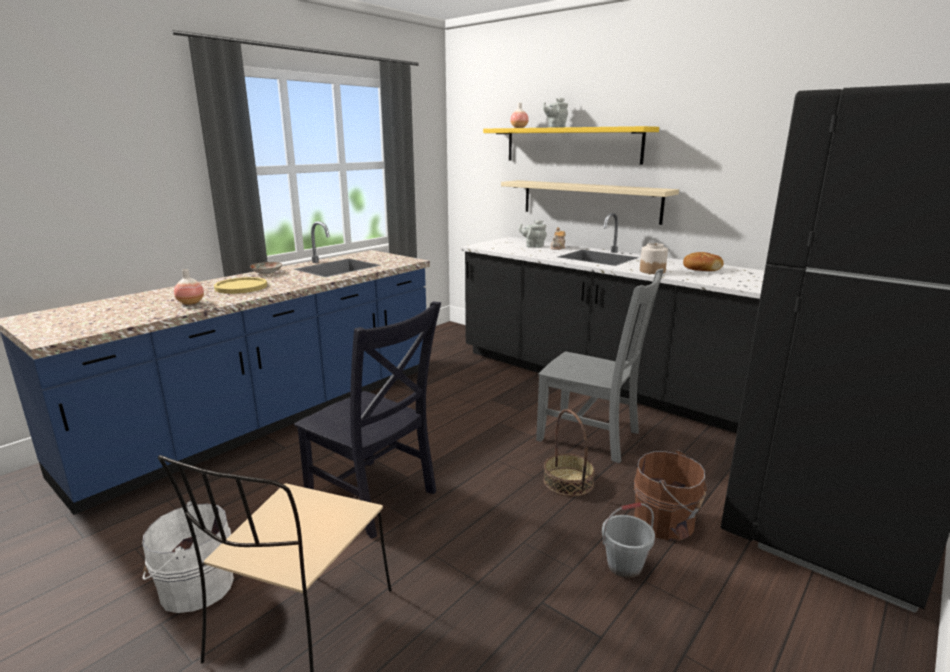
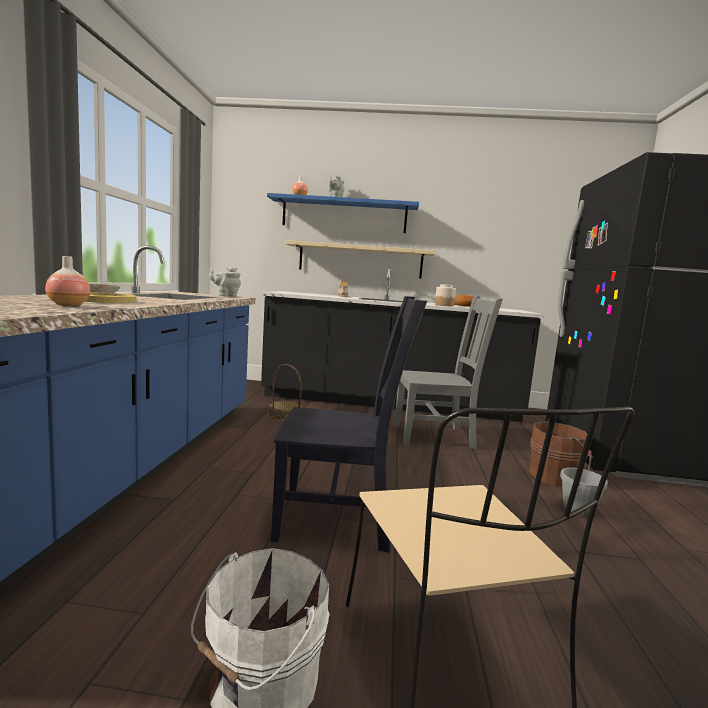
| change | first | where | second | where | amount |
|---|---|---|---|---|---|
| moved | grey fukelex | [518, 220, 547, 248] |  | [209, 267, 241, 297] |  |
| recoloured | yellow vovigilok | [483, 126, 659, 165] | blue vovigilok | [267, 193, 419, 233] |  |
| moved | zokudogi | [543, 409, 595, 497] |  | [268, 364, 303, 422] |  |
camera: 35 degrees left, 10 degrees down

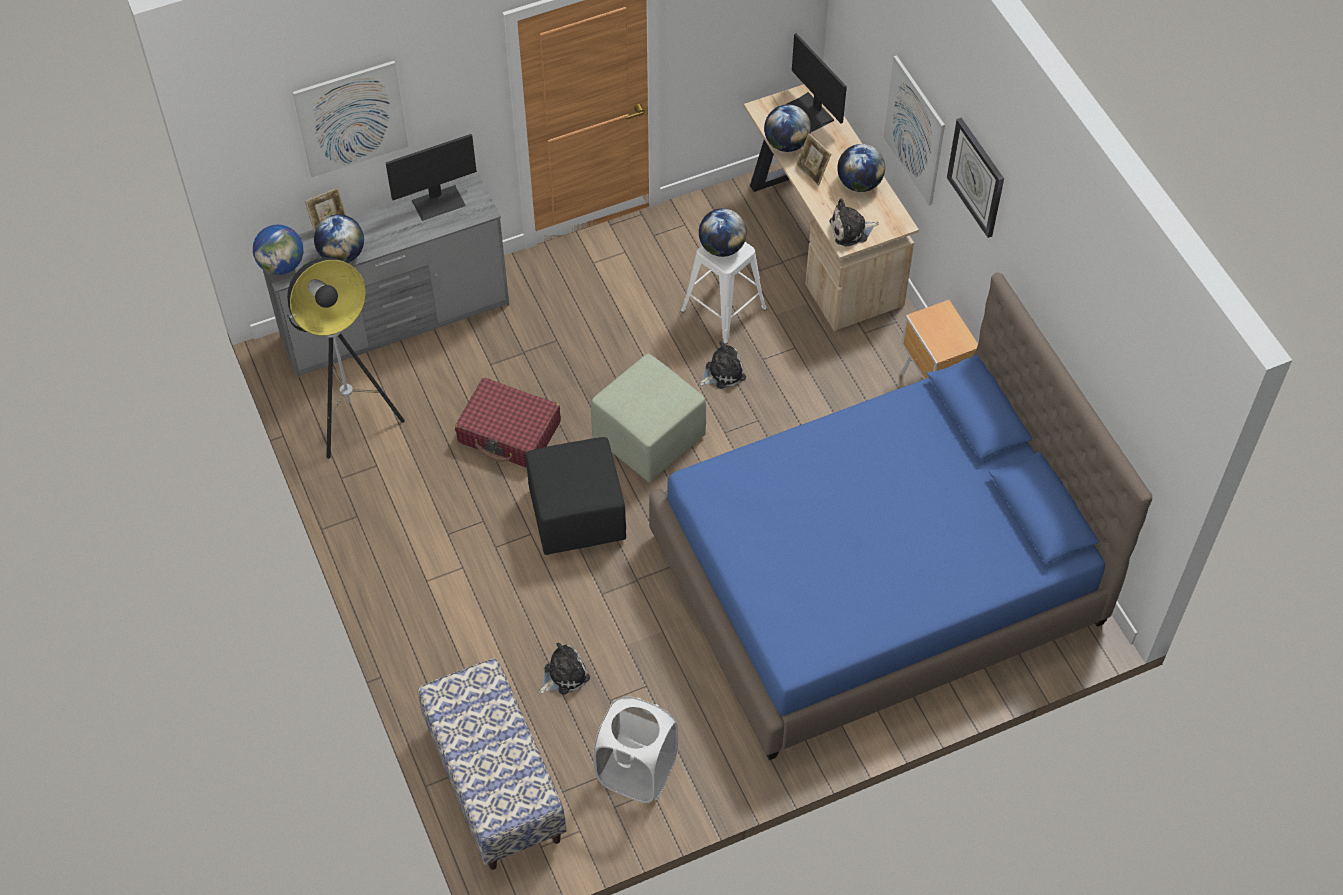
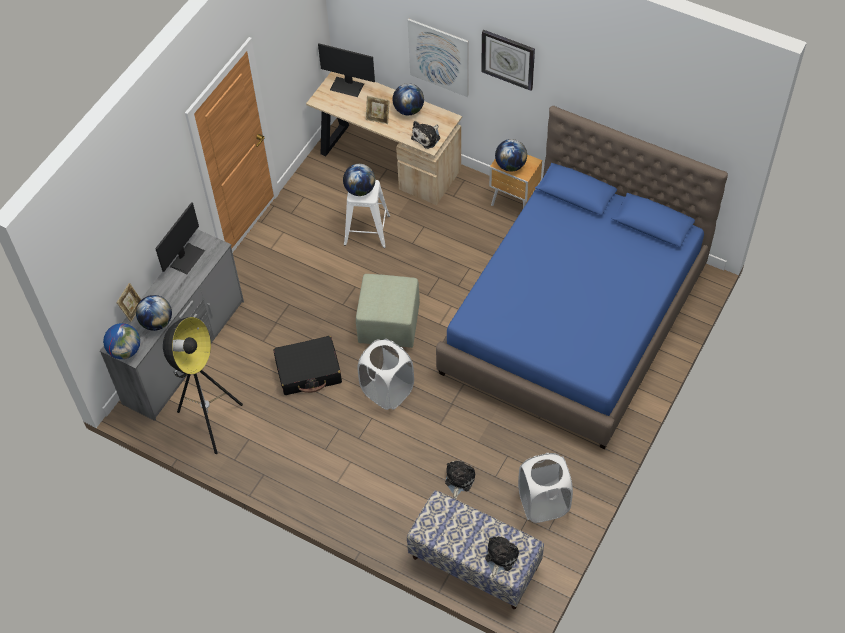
| change | first | where | second | where | amount |
|---|---|---|---|---|---|
| recoloured | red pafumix | [455, 377, 561, 468] | black pafumix | [274, 336, 342, 395] |  |
| replaced | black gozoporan | [526, 437, 626, 555] | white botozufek | [357, 339, 414, 410] |  |
| moved | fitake | [699, 341, 746, 389] |  | [485, 536, 519, 578] |  |
| moved | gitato | [764, 104, 811, 152] |  | [495, 139, 527, 172] |  |
| removed | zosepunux | [293, 61, 408, 177] |  |  |  |
camera: 35 degrees left, 0 degrees up

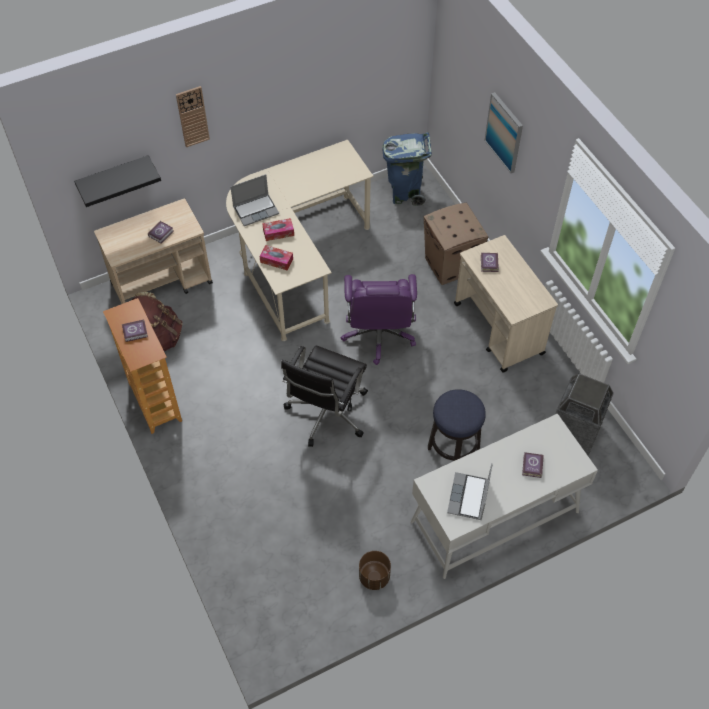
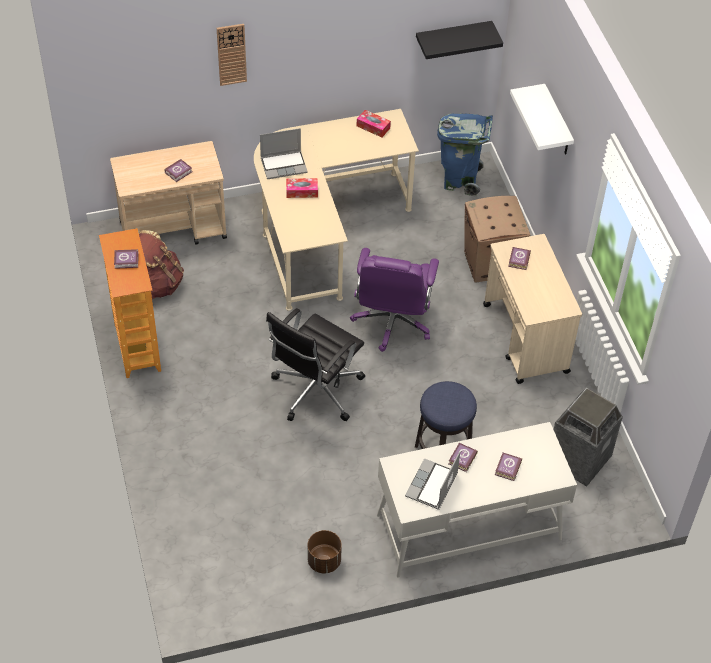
| change | first | where | second | where | amount |
|---|---|---|---|---|---|
| moved | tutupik | [260, 245, 293, 271] |  | [357, 110, 391, 137] |  |
| moved | black vovigilok | [74, 155, 161, 207] |  | [416, 21, 503, 59] |  |
| added |  |  | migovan | [448, 443, 478, 472] |  |
| replaced | zosepunux | [484, 92, 523, 173] | white vovigilok | [510, 84, 574, 155] |  |
camera: 10 degrees right, 5 degrees down

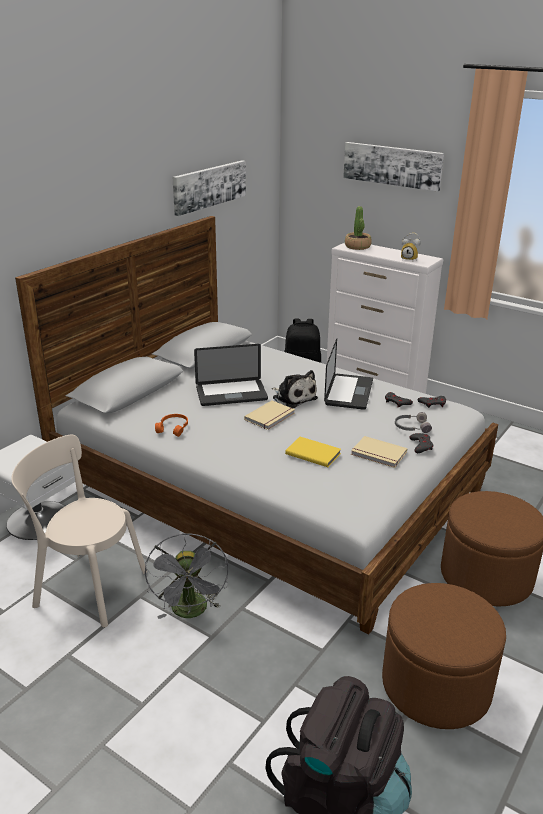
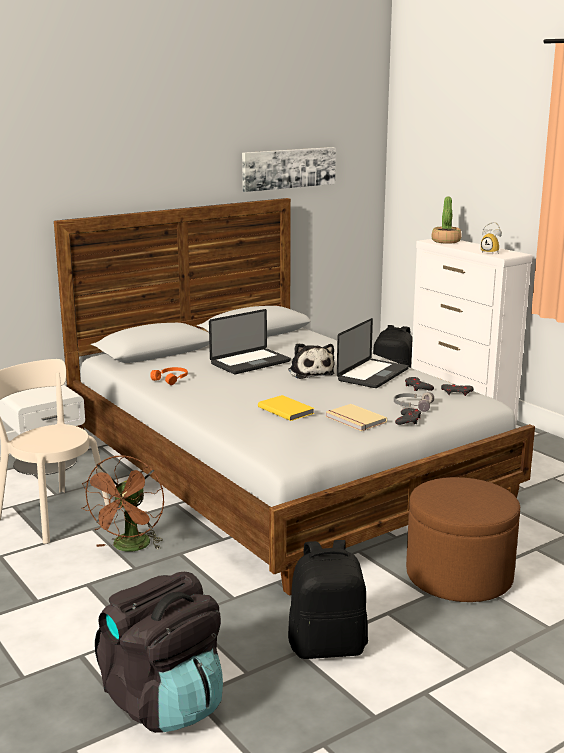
| change | first | where | second | where | amount |
|---|---|---|---|---|---|
| recoloured | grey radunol | [145, 534, 229, 619] | brown radunol | [82, 455, 164, 552] |  |
| turned | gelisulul | [194, 344, 268, 406] |  | [209, 309, 291, 374] | 45 degrees counterclockwise |
| replaced | brown gozoporan | [382, 583, 506, 729] | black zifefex | [288, 540, 368, 659] |  |
| removed | beige migovan | [244, 400, 295, 430] |  |  |  |
| removed | zosepunux | [343, 142, 444, 192] |  |  |  |
camera: 20 degrees right, 10 degrees down

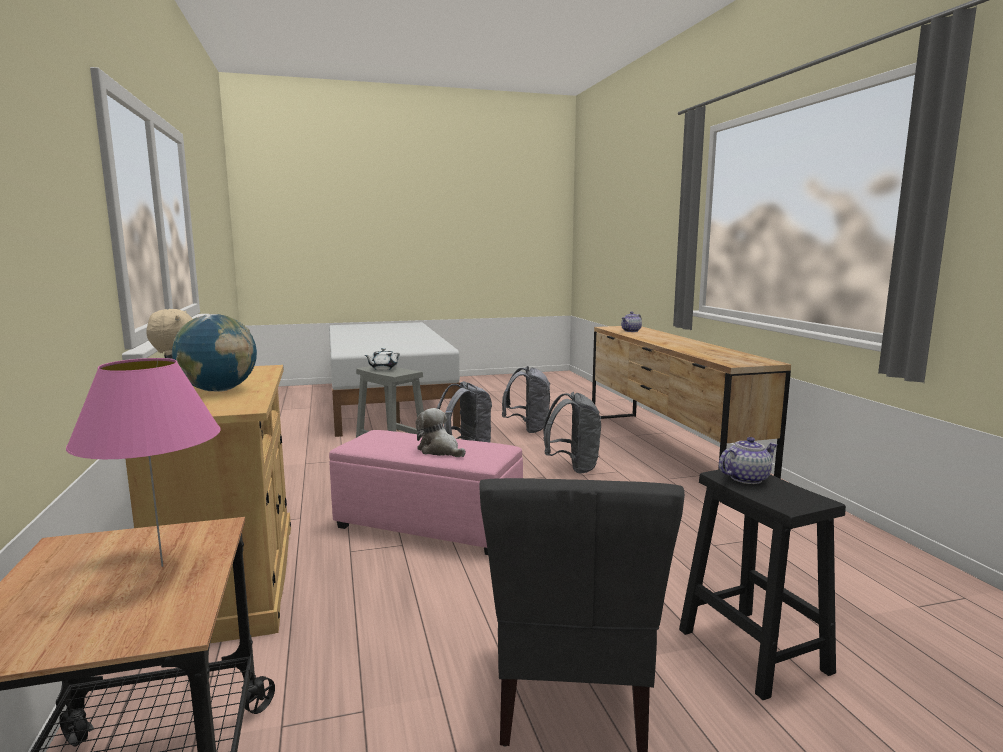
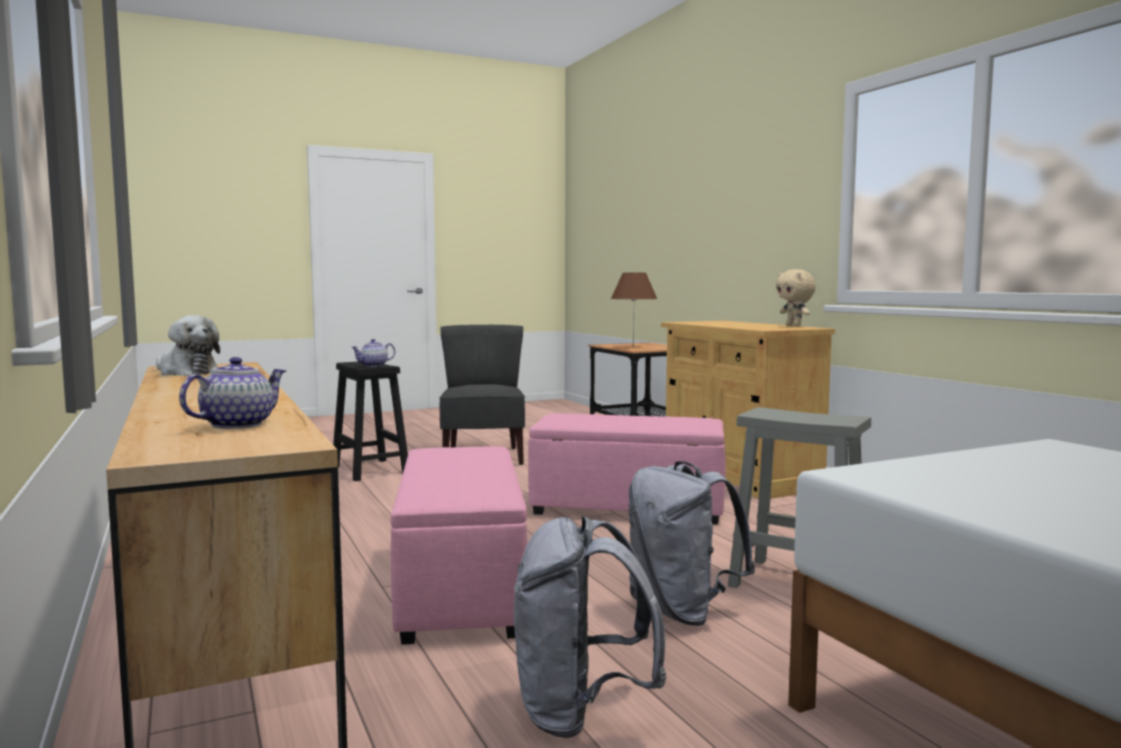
| change | first | where | second | where | amount |
|---|---|---|---|---|---|
| moved | fitake | [415, 408, 466, 457] |  | [156, 315, 220, 376] |  |
| replaced | grey zifefex | [543, 392, 601, 473] | pink gozoporan | [391, 446, 527, 645] |  |
| recoloured | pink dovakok | [66, 358, 221, 567] | brown dovakok | [611, 273, 657, 348] |  |
| removed | gitato | [172, 314, 257, 392] |  |  |  |
| removed | white fukelex | [364, 348, 400, 370] |  |  |  |
camera: 170 degrees right, 5 degrees down

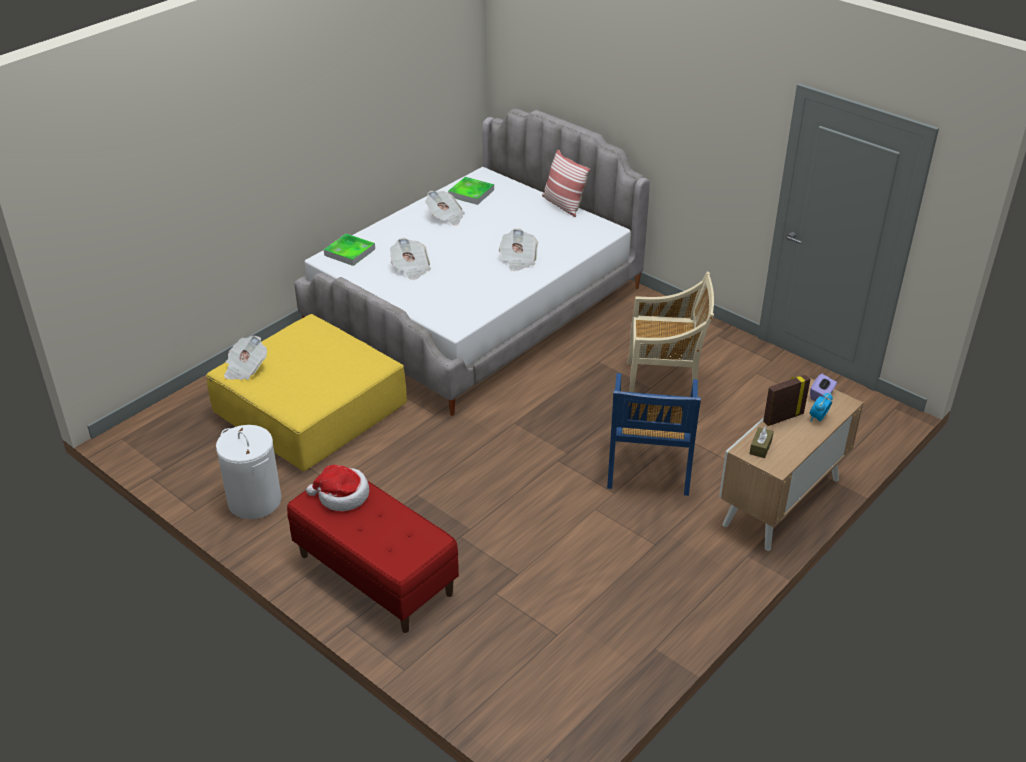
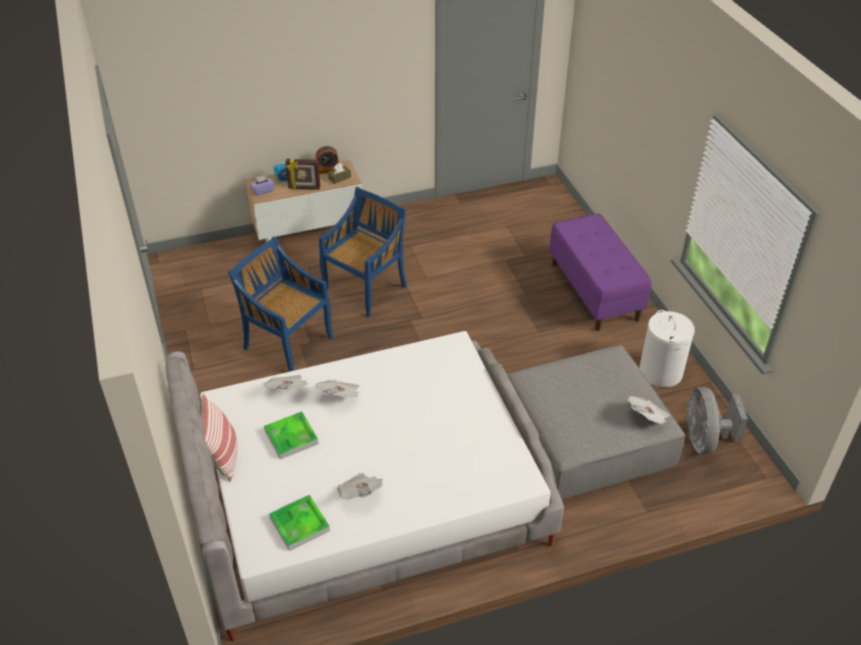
| change | first | where | second | where | amount |
|---|---|---|---|---|---|
| recoloured | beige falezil | [627, 271, 714, 410] | blue falezil | [228, 236, 333, 372] |  |
| moved | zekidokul | [390, 238, 431, 280] |  | [264, 375, 308, 390] |  |
| moved | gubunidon | [324, 233, 375, 266] |  | [264, 411, 319, 459] |  |
| added |  |  | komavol | [316, 146, 339, 174] |  |
| recoloured | yellow gozoporan | [206, 314, 407, 471] | grey gozoporan | [507, 345, 685, 499] |  |
| recoloured | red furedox | [287, 480, 459, 633] | purple furedox | [549, 214, 652, 331] |  |
| added |  |  | grey radunol | [686, 387, 748, 454] |  |
| removed | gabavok | [306, 465, 369, 511] |  |  |  |
camera: 150 degrees left, 5 degrees up

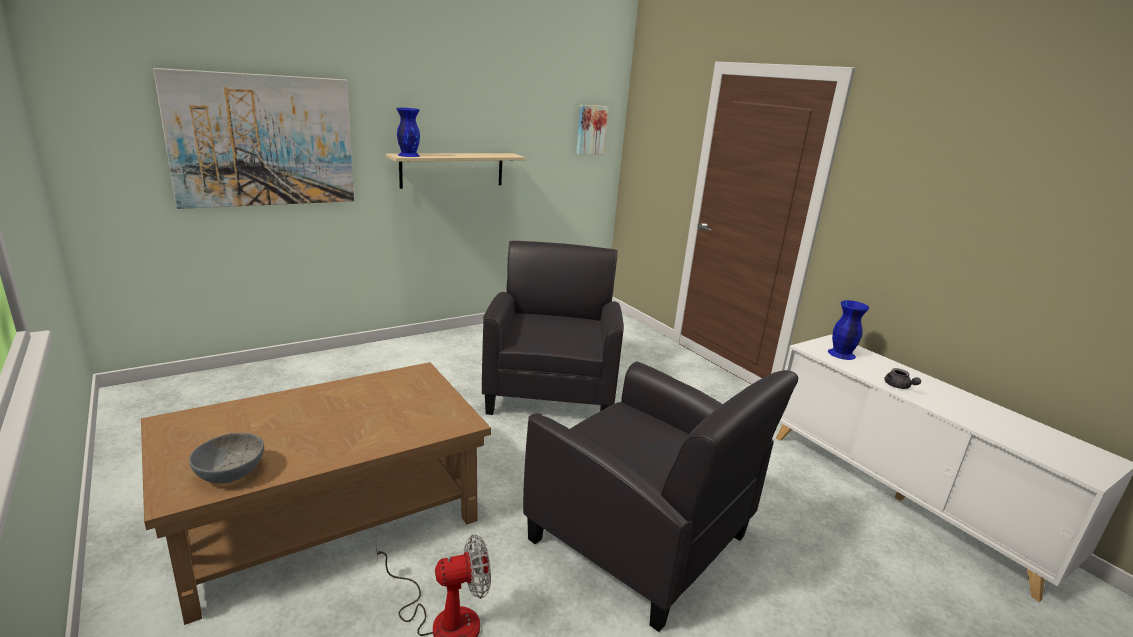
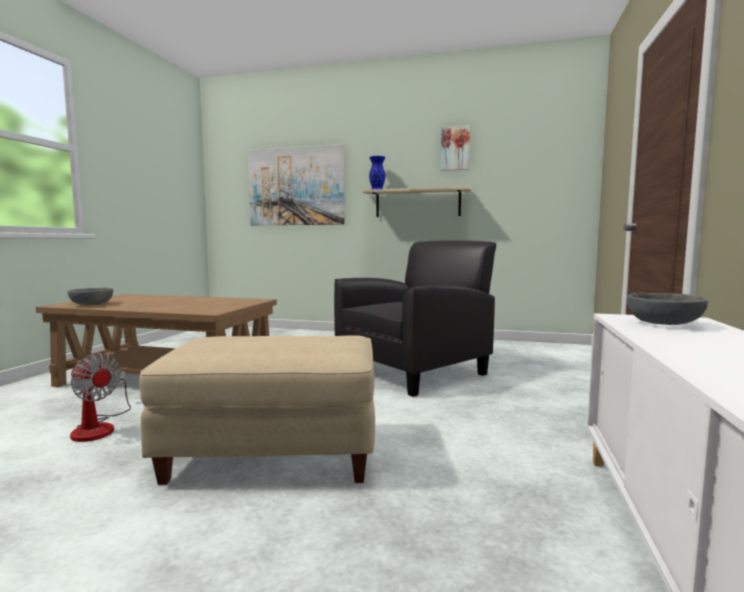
| change | first | where | second | where | amount |
|---|---|---|---|---|---|
| replaced | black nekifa | [523, 362, 798, 632] | beige gozoporan | [139, 335, 375, 485] |  |
| moved | zosepunux | [576, 105, 608, 155] |  | [441, 125, 470, 171] |  |
| replaced | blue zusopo | [828, 300, 869, 360] | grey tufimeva | [627, 293, 708, 325] |  |
| removed | grey fukelex | [884, 368, 921, 389] |  |  |  |
camera: 50 degrees right, 15 degrees down

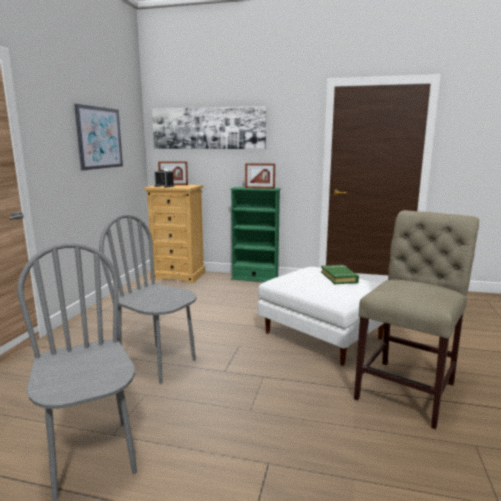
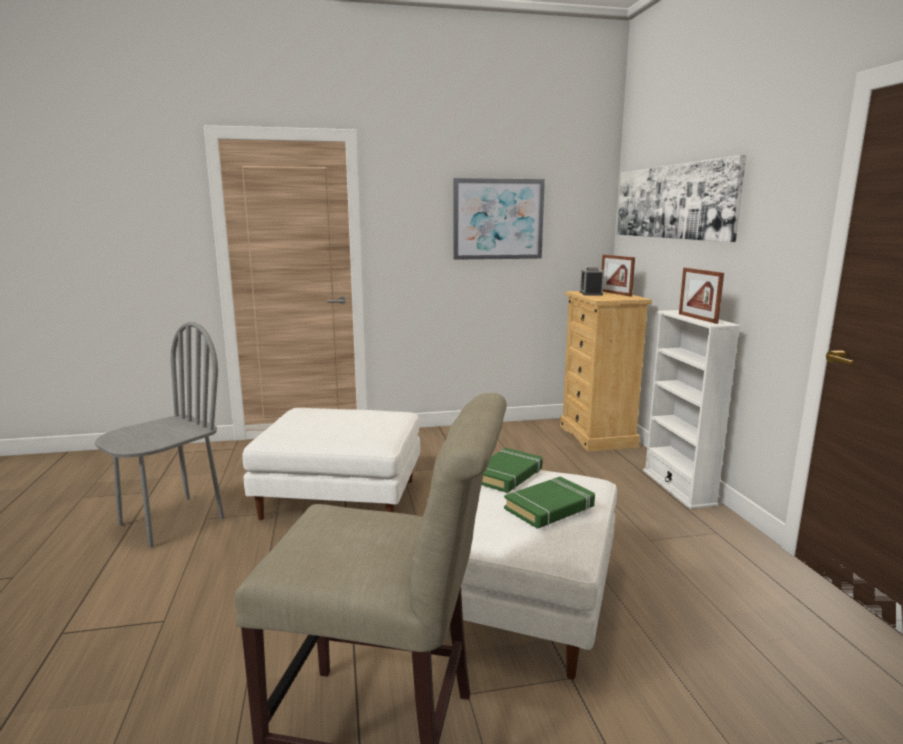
| change | first | where | second | where | amount |
|---|---|---|---|---|---|
| replaced | grey falezil | [99, 214, 197, 384] | white gozoporan | [242, 408, 420, 520] |  |
| added |  |  | green migovan | [482, 448, 543, 493] |  |
| recoloured | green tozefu | [230, 187, 281, 282] | white tozefu | [643, 310, 741, 509] |  |
camera: 65 degrees right, 0 degrees up

